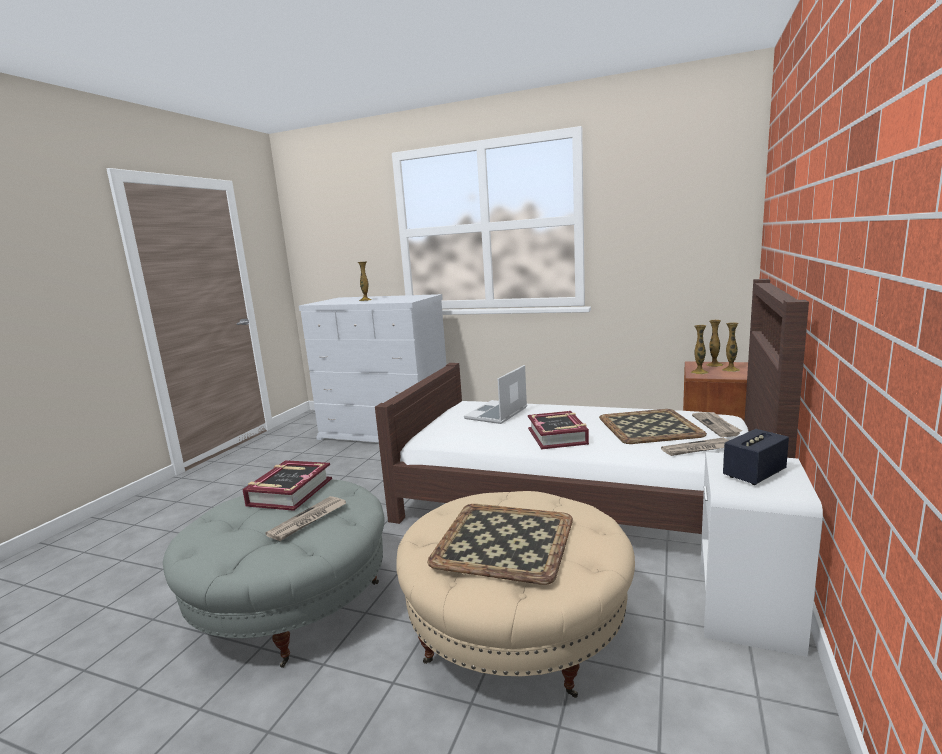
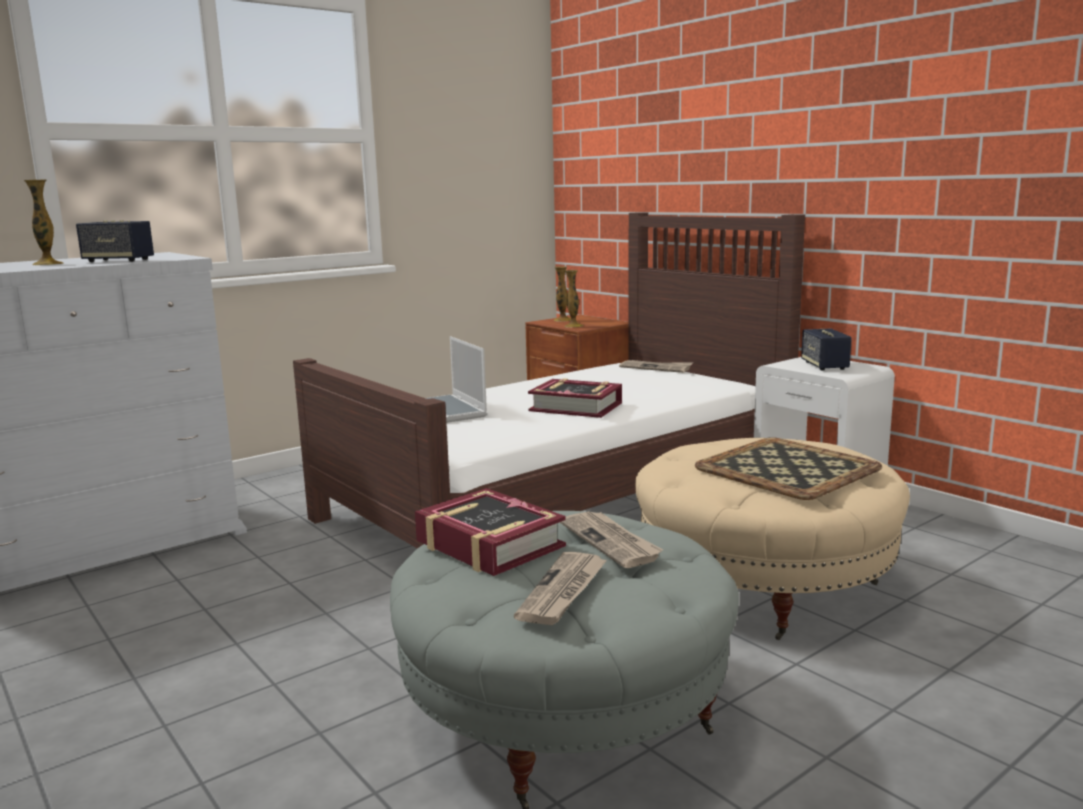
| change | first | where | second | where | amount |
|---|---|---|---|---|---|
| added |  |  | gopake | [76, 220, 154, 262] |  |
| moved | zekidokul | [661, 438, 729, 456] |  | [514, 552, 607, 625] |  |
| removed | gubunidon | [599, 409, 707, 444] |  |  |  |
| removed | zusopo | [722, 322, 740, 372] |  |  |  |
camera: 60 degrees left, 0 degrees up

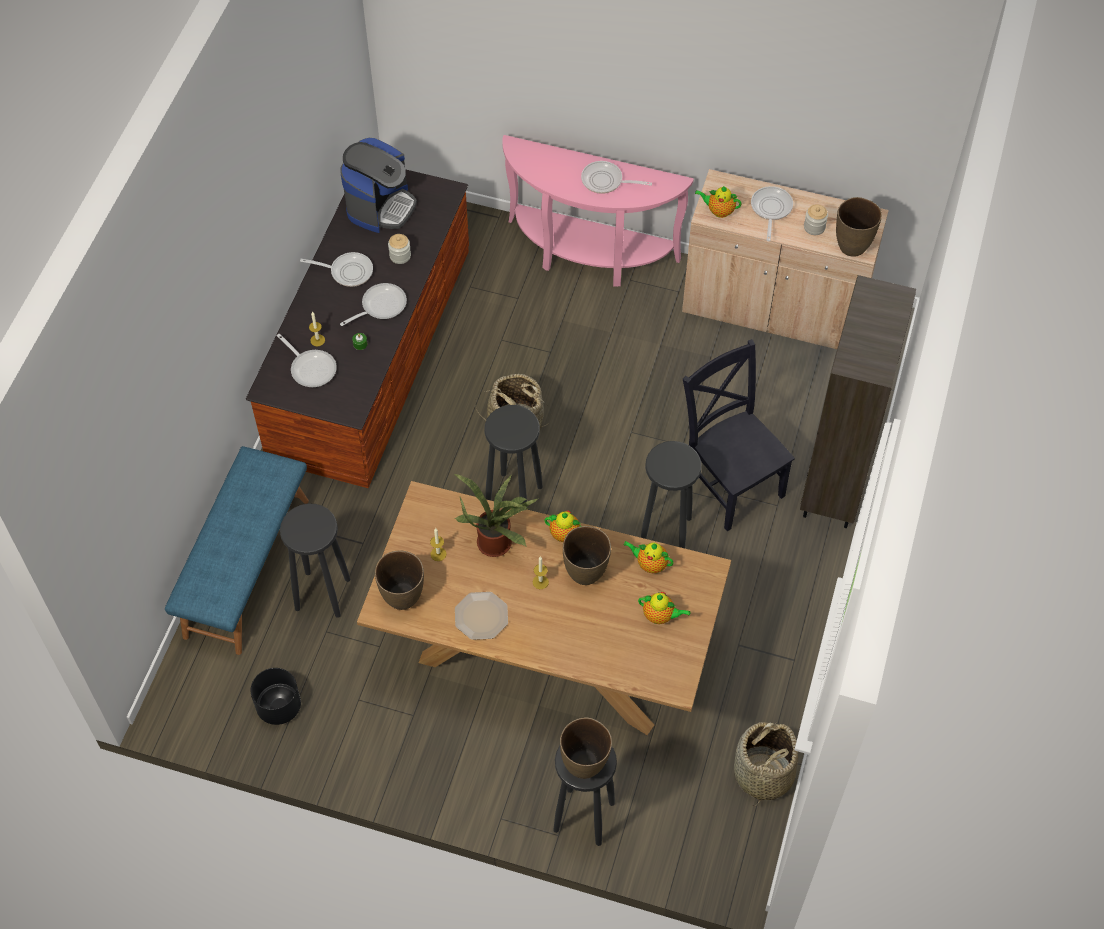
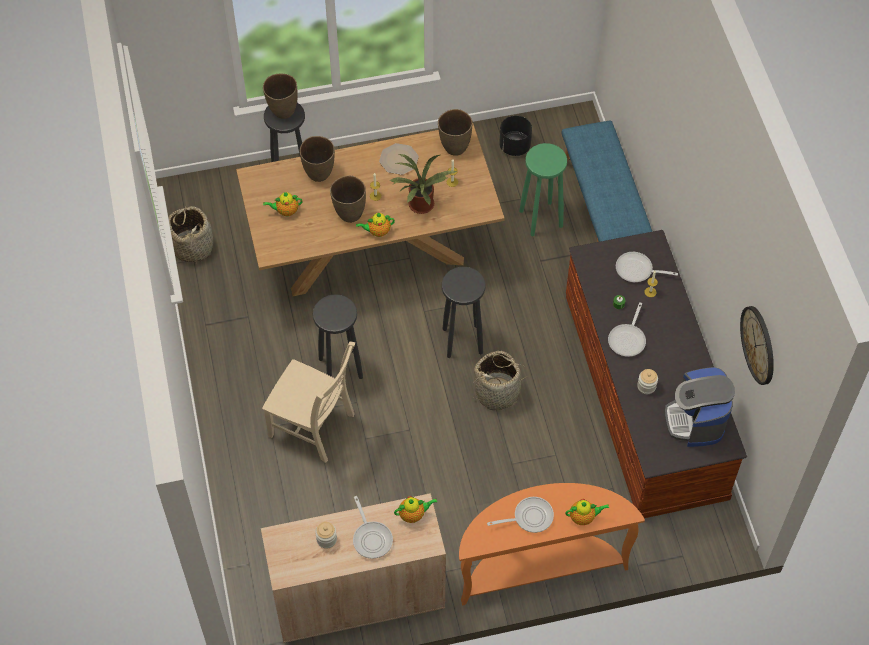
| change | first | where | second | where | amount |
|---|---|---|---|---|---|
| recoloured | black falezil | [683, 339, 795, 531] | beige falezil | [262, 341, 355, 463] |  |
| moved | brown zusopo | [836, 197, 882, 257] |  | [300, 136, 335, 182] |  |
| recoloured | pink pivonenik | [502, 135, 694, 287] | orange pivonenik | [459, 483, 645, 606] |  |
| recoloured | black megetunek | [280, 503, 350, 618] | green megetunek | [519, 143, 567, 236] |  |
| moved | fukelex | [624, 541, 674, 573] |  | [565, 499, 609, 525] |  |
| added |  |  | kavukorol | [740, 306, 774, 385] |  |
| removed | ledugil | [300, 252, 373, 287] |  |  |  |
| removed | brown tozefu | [800, 275, 916, 528] |  |  |  |
camera: 150 degrees right, 0 degrees up

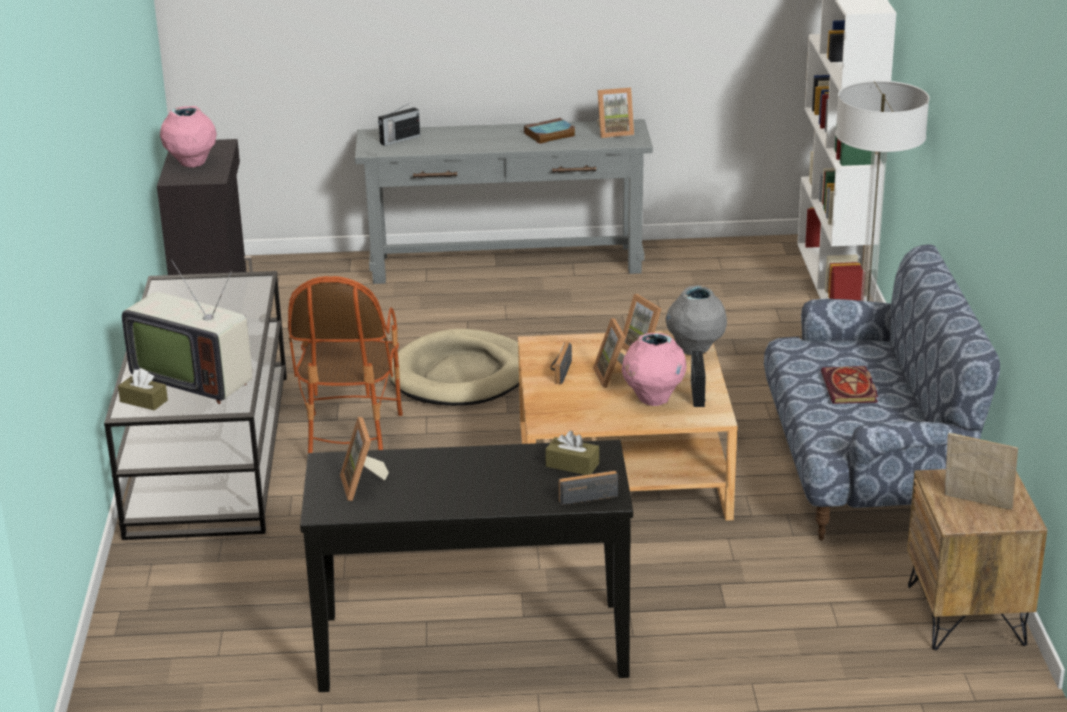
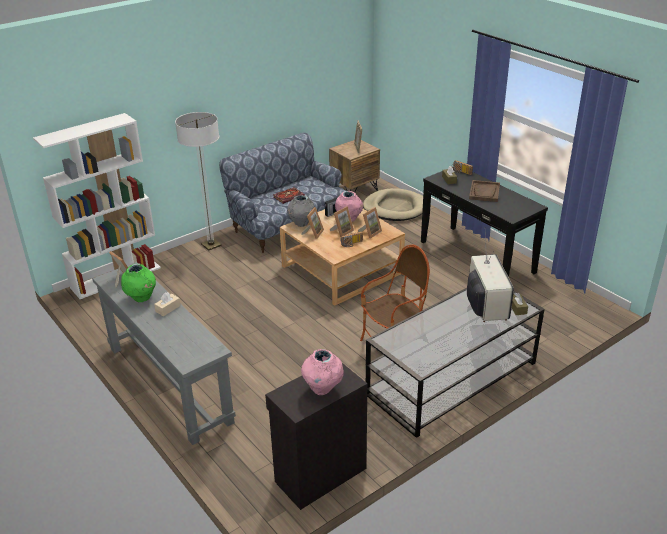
| change | first | where | second | where | amount |
|---|---|---|---|---|---|
| replaced | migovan | [524, 118, 576, 144] | green zusopo | [121, 263, 156, 302] |  |
| added |  |  | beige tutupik | [154, 292, 181, 316] |  |
| moved | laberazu | [340, 417, 389, 501] |  | [358, 207, 382, 238] |  |
| moved | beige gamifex | [388, 329, 519, 406] |  | [363, 188, 423, 221] |  |
| added |  |  | brown gubunidon | [469, 180, 500, 202] |  |
| removed | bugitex | [378, 104, 420, 146] |  |  |  |
camera: 125 degrees left, 5 degrees up

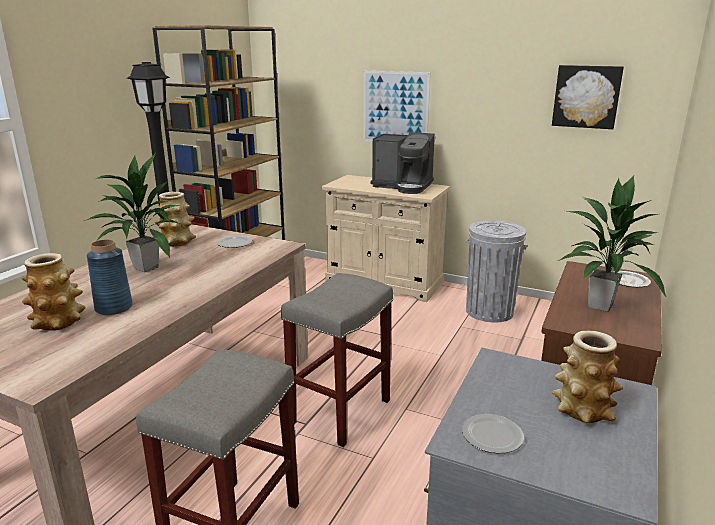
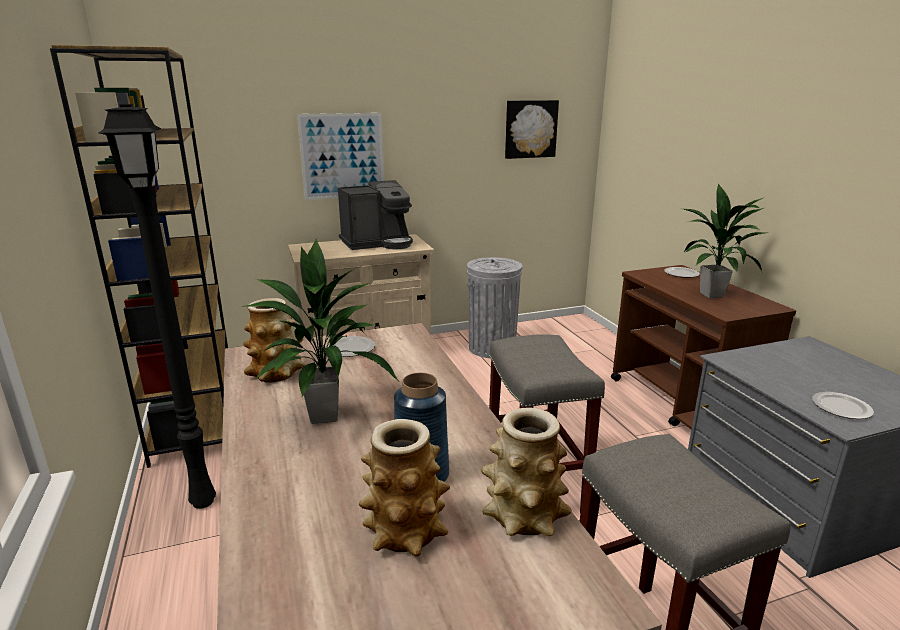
| change | first | where | second | where | amount |
|---|---|---|---|---|---|
| moved | zusopo | [552, 331, 623, 423] |  | [481, 408, 572, 536] |  |
camera: 45 degrees left, 0 degrees up

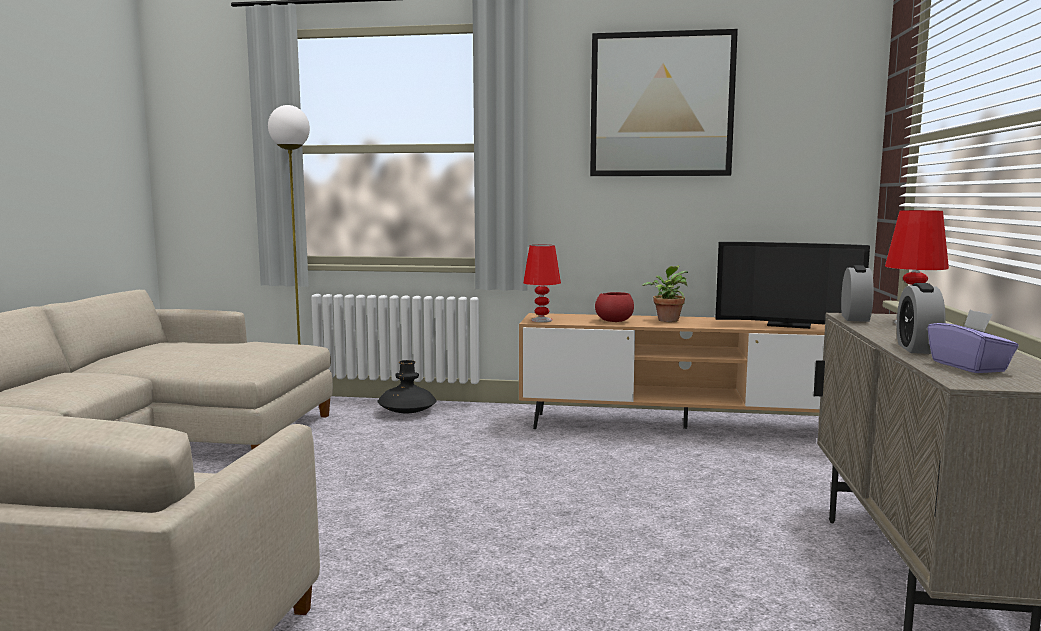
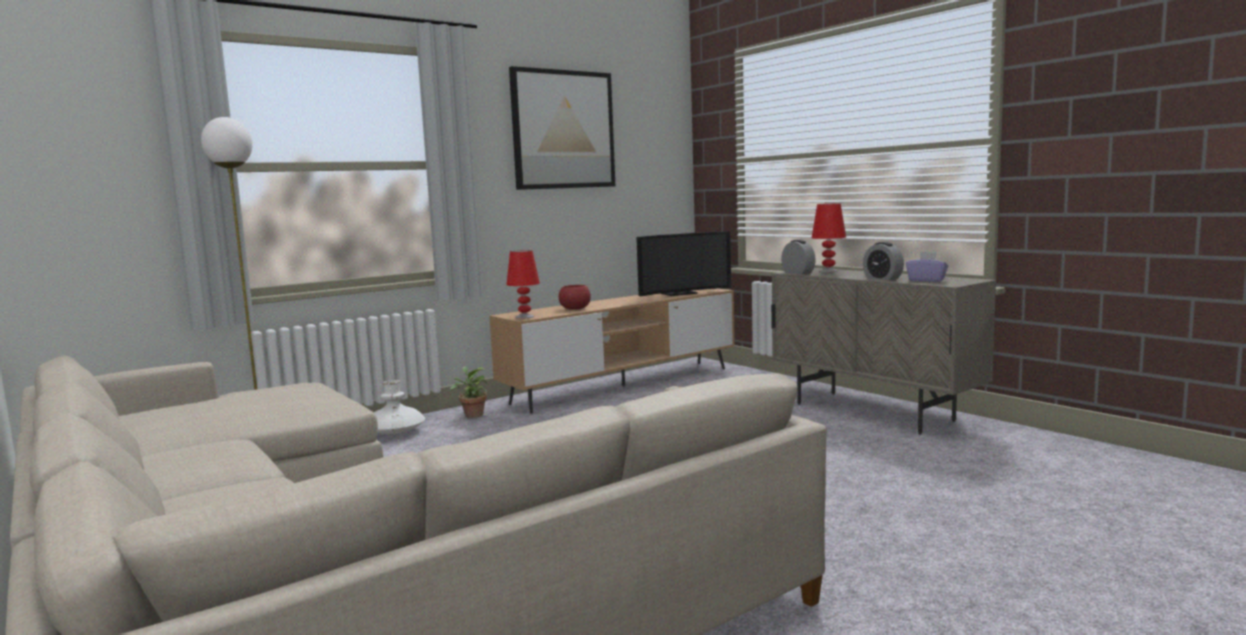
| change | first | where | second | where | amount |
|---|---|---|---|---|---|
| recoloured | black zusopo | [377, 360, 436, 414] | white zusopo | [374, 380, 425, 434] |  |
| moved | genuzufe | [642, 265, 688, 322] |  | [450, 366, 487, 418] |  |
camera: 45 degrees left, 0 degrees up

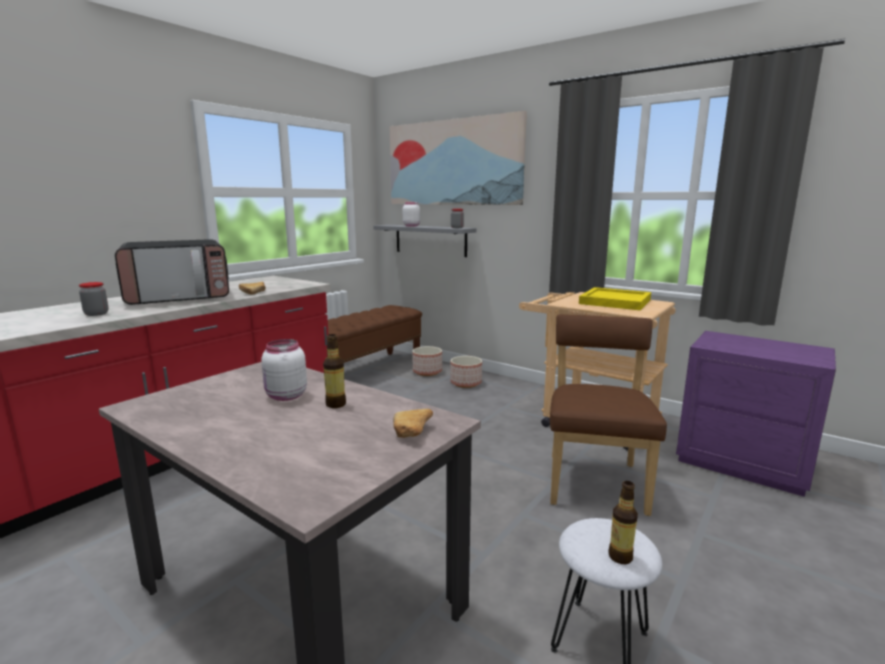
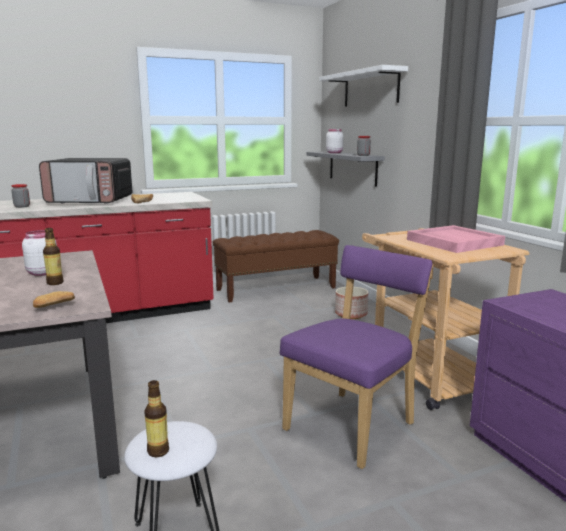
| change | first | where | second | where | amount |
|---|---|---|---|---|---|
| recoloured | brown falezil | [550, 314, 667, 516] | purple falezil | [280, 245, 434, 469] |  |
| replaced | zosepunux | [390, 111, 527, 205] | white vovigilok | [319, 65, 408, 107] |  |
| recoloured | yellow gubunidon | [579, 287, 651, 310] | pink gubunidon | [407, 225, 505, 253] |  |
| removed | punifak | [412, 346, 442, 376] |  |  |  |
camera: 30 degrees right, 0 degrees up

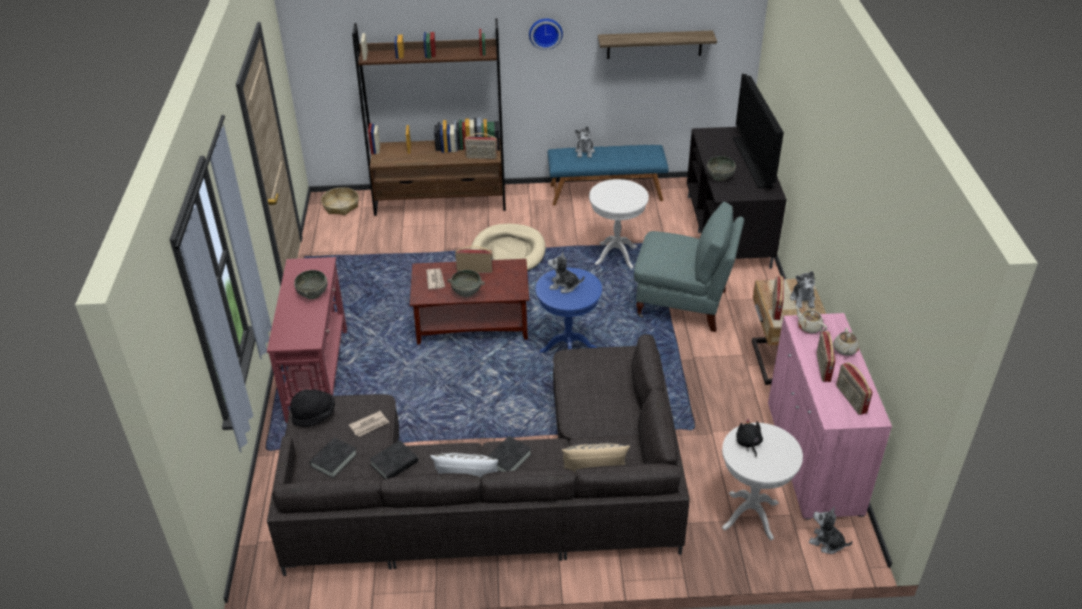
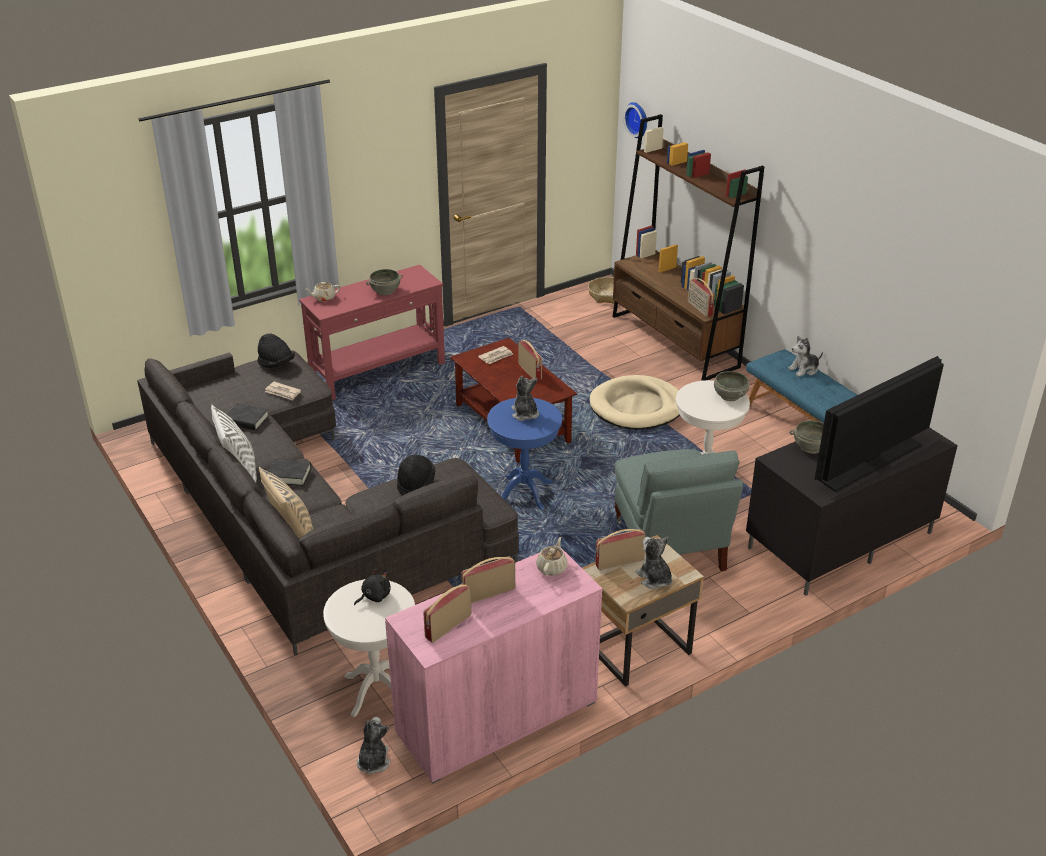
| change | first | where | second | where | amount |
|---|---|---|---|---|---|
| moved | beige fukelex | [833, 328, 860, 356] |  | [305, 282, 340, 302] |  |
| added |  |  | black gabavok | [397, 455, 436, 496] |  |
| moved | kavukorol | [529, 19, 563, 50] |  | [623, 102, 647, 138] |  |
| turned | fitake | [790, 271, 815, 308] |  | [635, 536, 672, 589] | 90 degrees clockwise |
| moved | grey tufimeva | [447, 270, 485, 297] |  | [714, 371, 749, 401] |  |
| removed | black migovan | [309, 438, 357, 478] |  |  |  |
| removed | vovigilok | [598, 30, 717, 59] |  |  |  |
camera: 60 degrees right, 5 degrees down

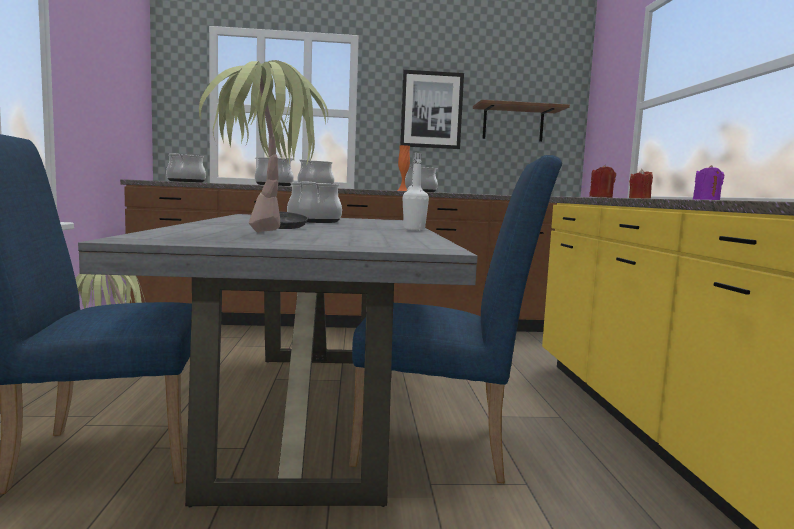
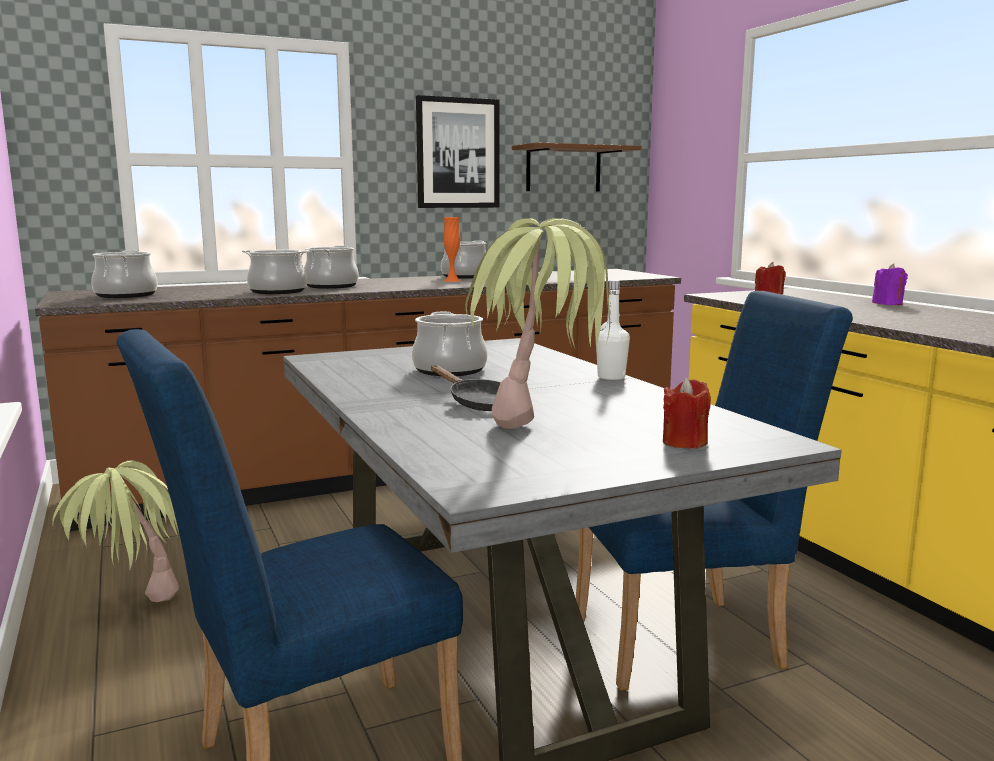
| change | first | where | second | where | amount |
|---|---|---|---|---|---|
| moved | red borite | [629, 169, 653, 199] |  | [663, 378, 711, 449] |  |
camera: 20 degrees left, 5 degrees up

